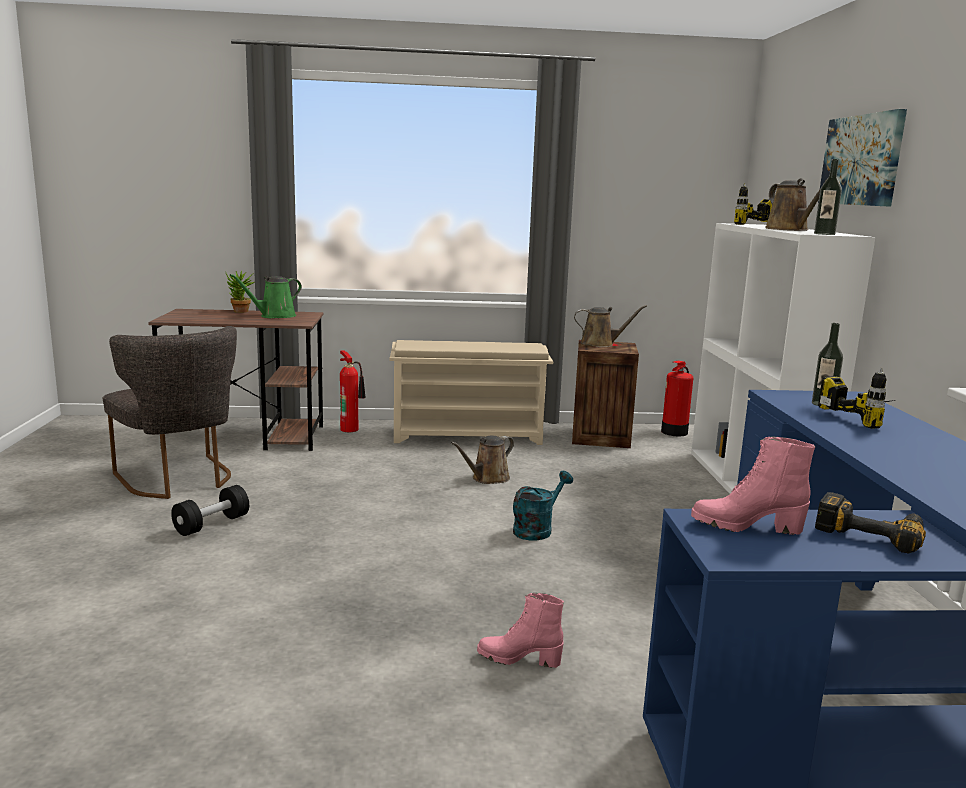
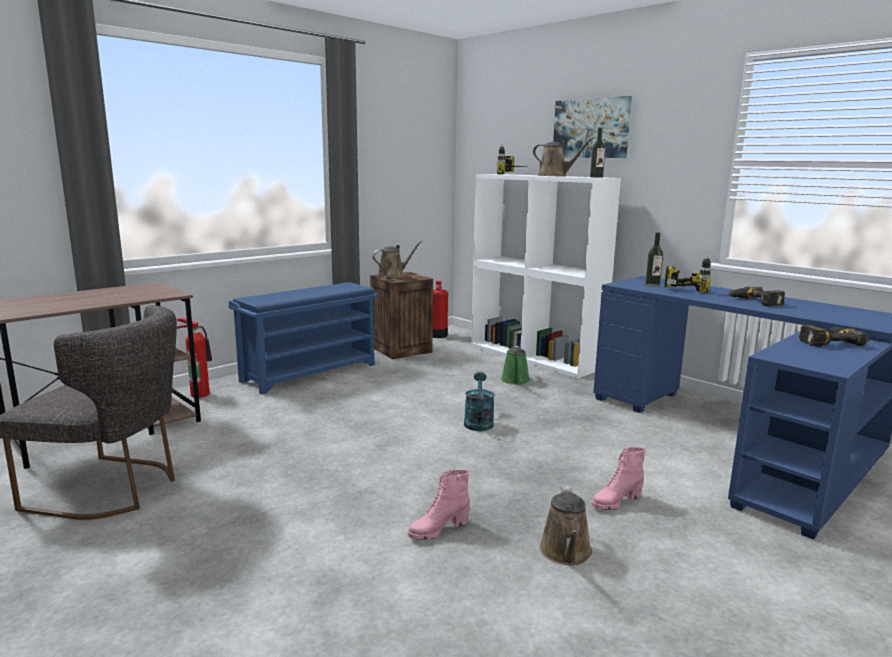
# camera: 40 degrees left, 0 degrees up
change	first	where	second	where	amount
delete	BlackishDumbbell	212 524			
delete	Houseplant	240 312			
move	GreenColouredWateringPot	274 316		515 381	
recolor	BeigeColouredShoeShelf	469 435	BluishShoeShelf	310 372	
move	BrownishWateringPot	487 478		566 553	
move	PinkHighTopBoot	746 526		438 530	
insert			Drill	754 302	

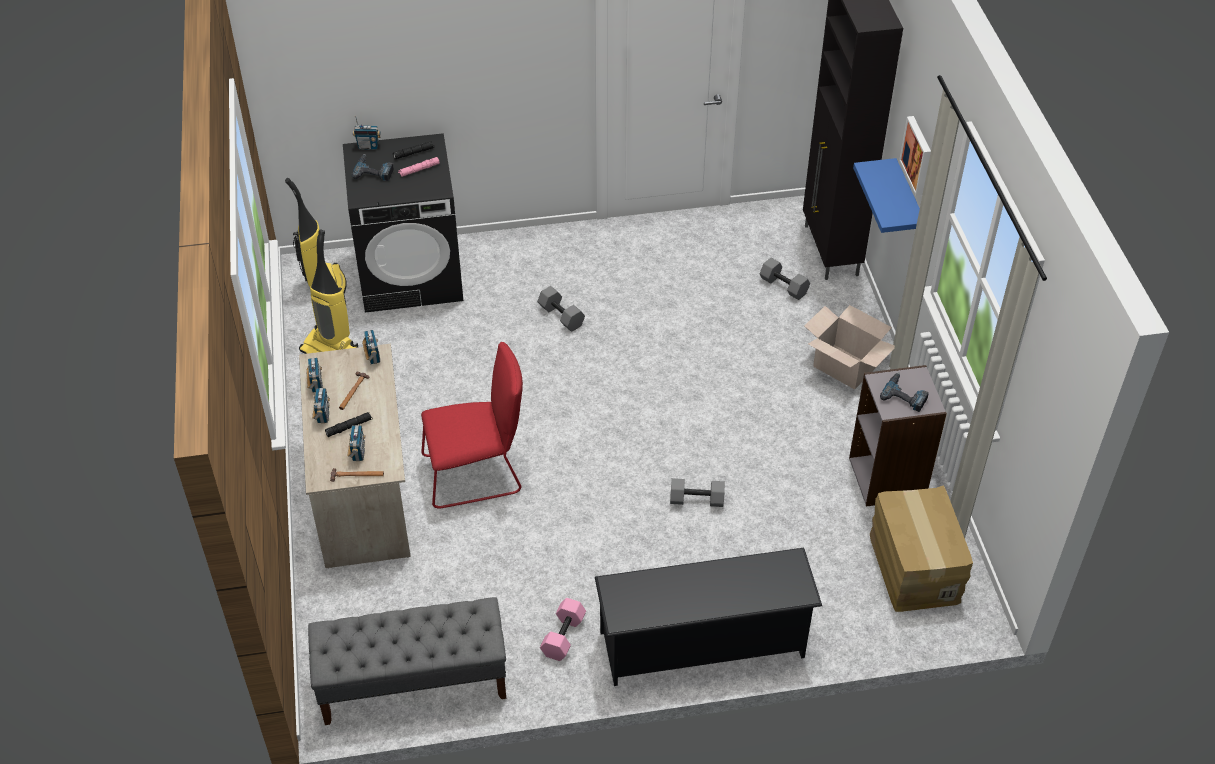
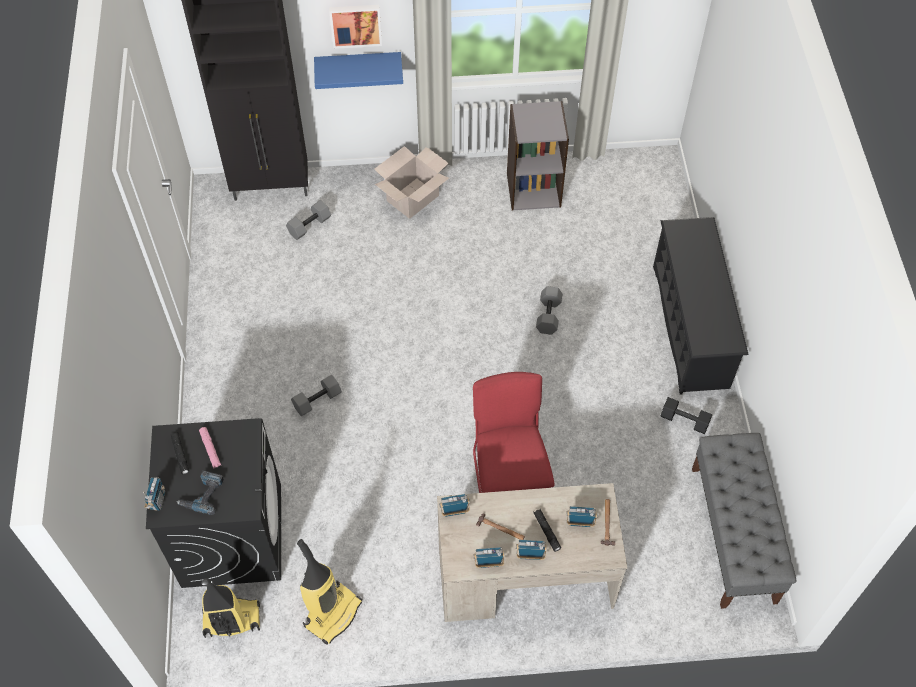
# camera: 85 degrees left, 10 degrees up
change	first	where	second	where	amount
recolor	PinkDumbbell	562 635	BlackishDumbbell	683 421	
delete	PackingBox	913 568			
delete	Drill	905 395			

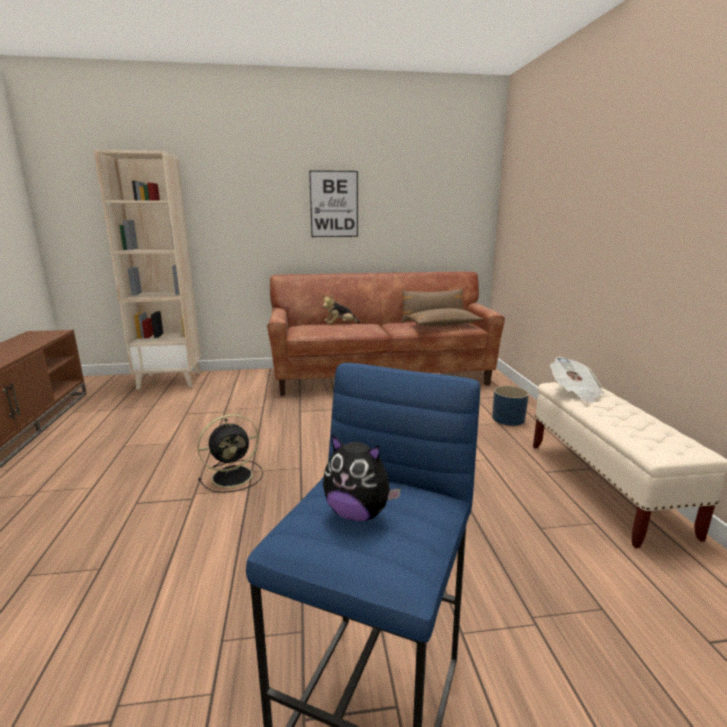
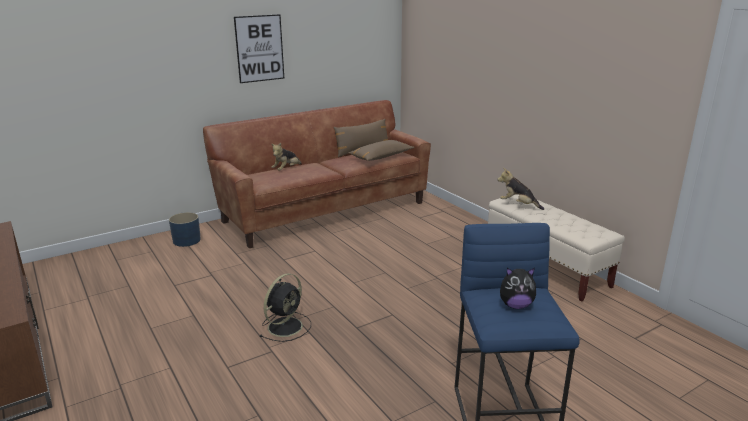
# camera: 25 degrees left, 5 degrees up
change	first	where	second	where	amount
delete	BeigeColouredBookshelf	170 380			
move	BluishPlanter	508 419		186 240	
replace	DailyPaper	574 392	CuddlyToy	518 205	

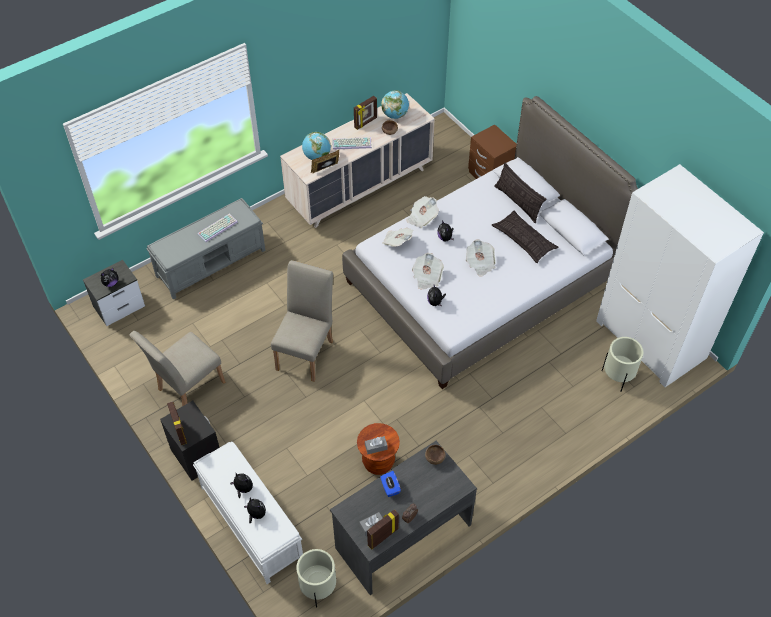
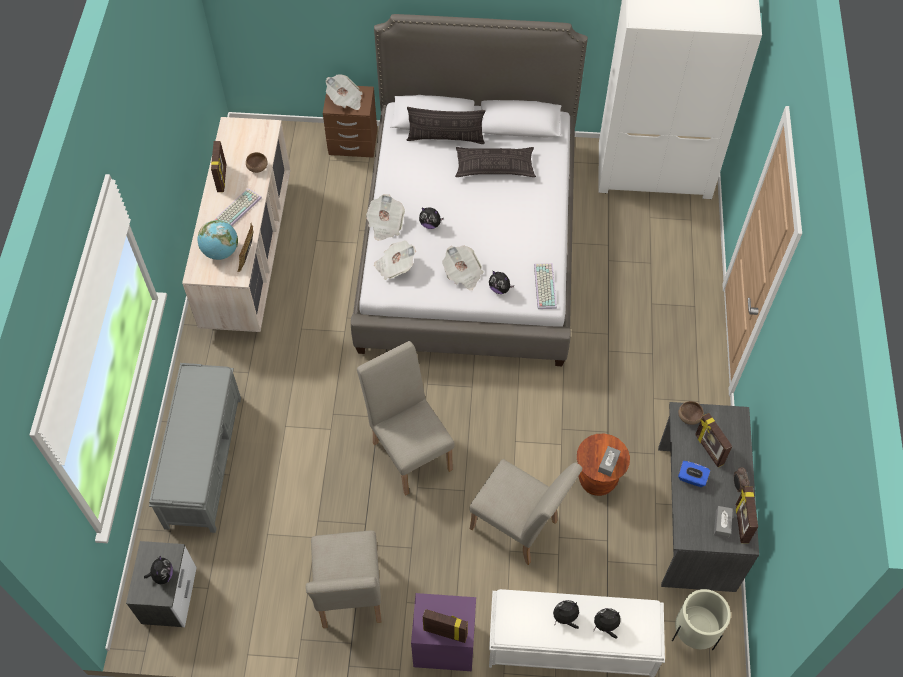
# camera: 50 degrees left, 5 degrees up
change	first	where	second	where	amount
recolor	BlackishNightstand	196 455	PurpleNightstand	444 645	
move	Keyboard	217 227		544 285	
delete	DeskGlobe	395 115			
move	DailyPaper	480 263		345 100	
delete	BeigeColouredPlanter	617 377			
insert			BeigeColouredChair	519 529	
insert			PictureFrame	708 450	

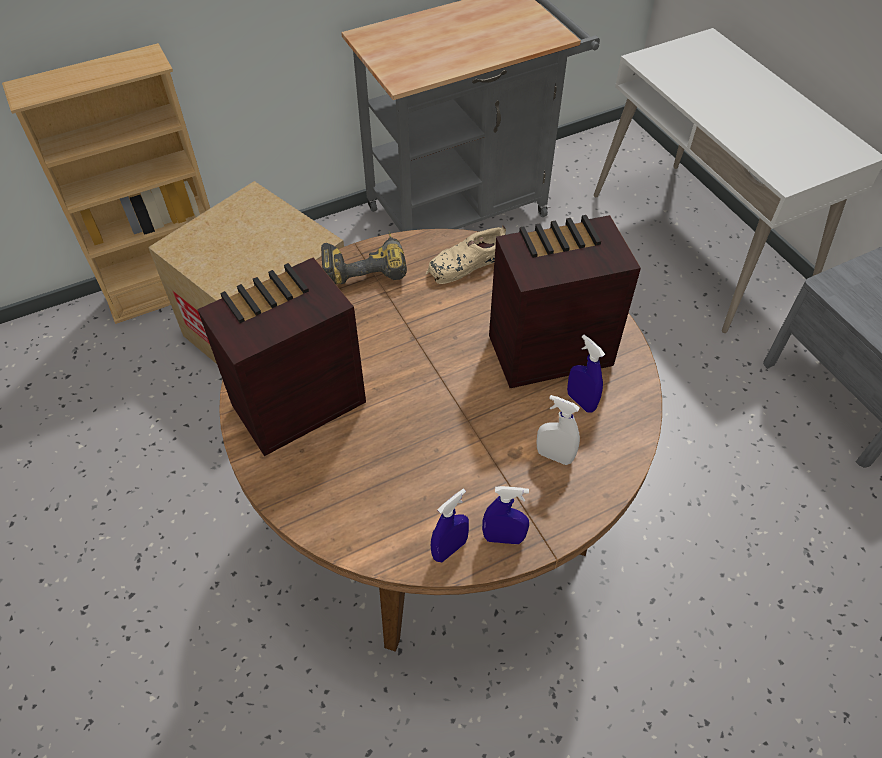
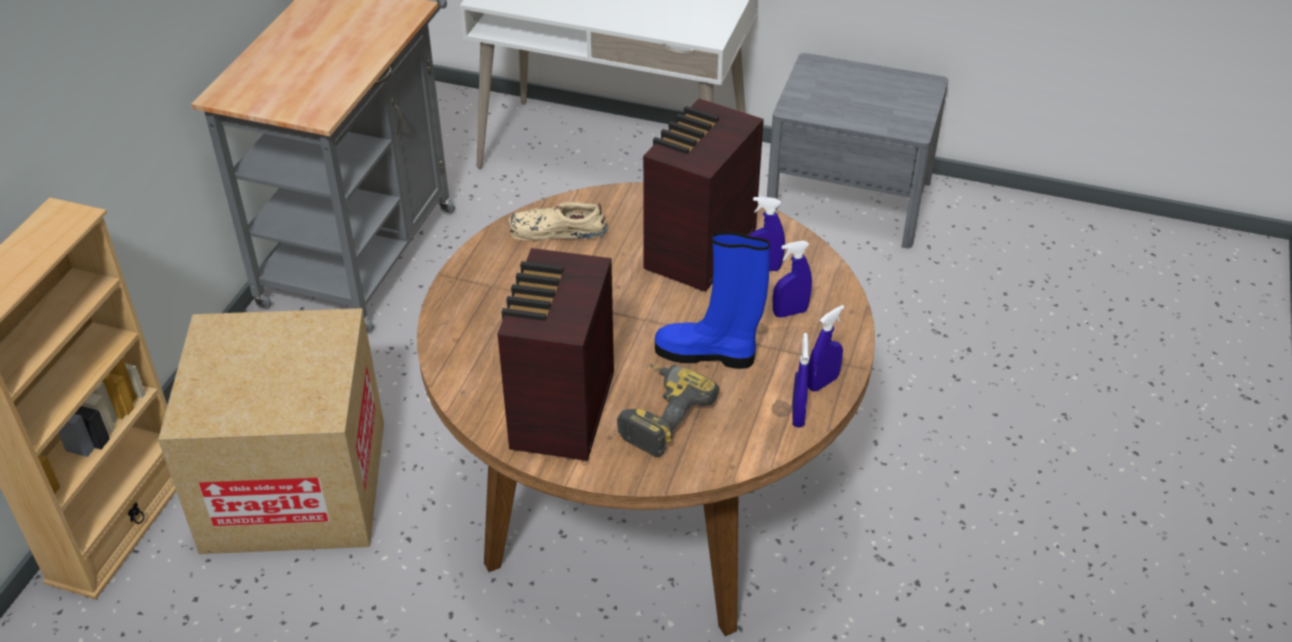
# camera: 45 degrees left, 10 degrees down
change	first	where	second	where	amount
move	Drill	364 266		659 414	
rotate	BeigeColouredShoe	467 263		556 231	75 degrees clockwise
recolor	WhiteColouredSprayer	554 456	BluishSprayer	790 312	
insert			BluishHighTopBoot	708 354	

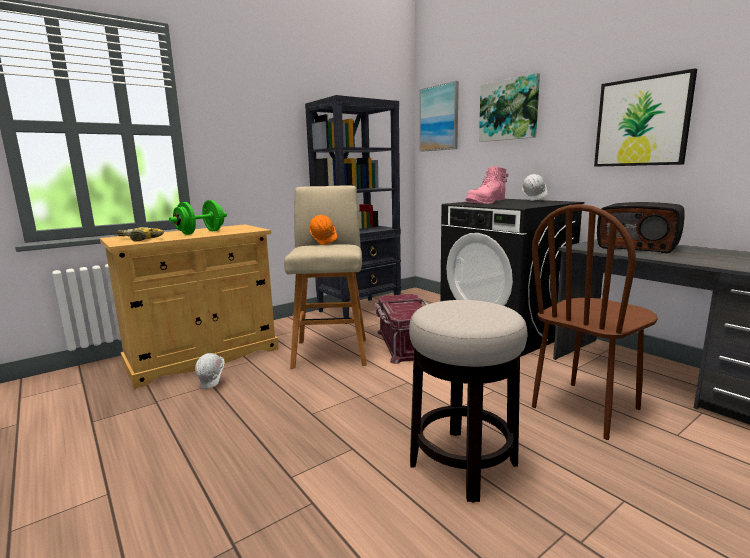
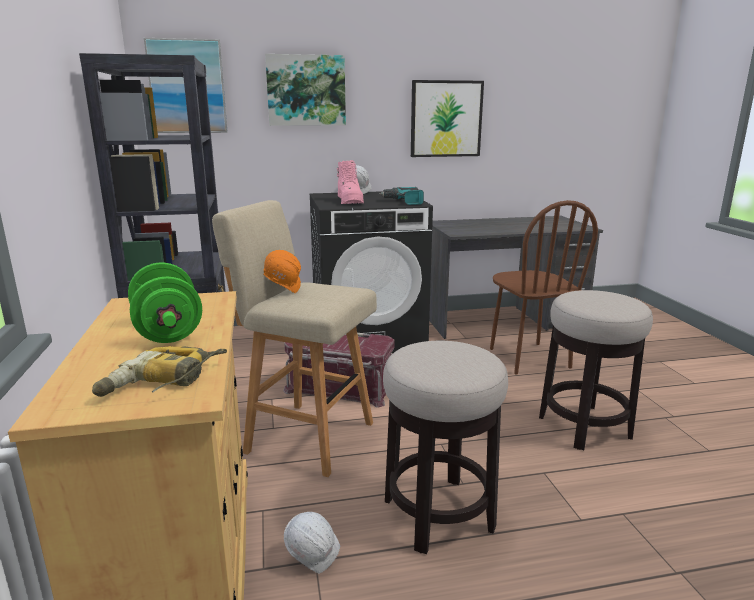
# camera: 65 degrees left, 5 degrees up
change	first	where	second	where	amount
delete	RadioSet	638 247			
insert			Drill	403 202	
insert			StoolSeat	439 514	

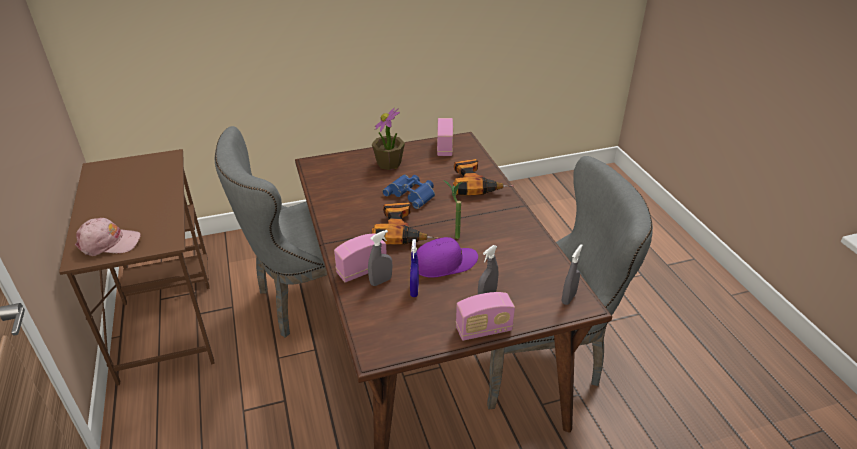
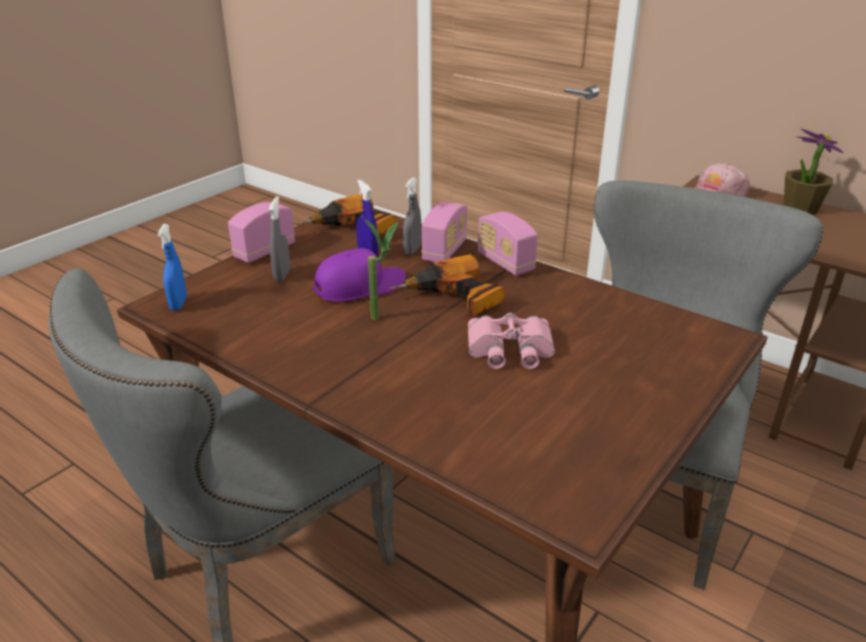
# camera: 145 degrees right, 5 degrees down
change	first	where	second	where	amount
move	Houseplant	389 164		800 208	
recolor	BluishBinoculars	412 194	PinkBinoculars	509 350	
rotate	PurpleCap	445 263		360 286	150 degrees counterclockwise
move	RadioSet	445 148		505 263	
move	Drill	476 184		353 230	
recolor	GreyishSprayer	568 298	BluishSprayer	178 304	

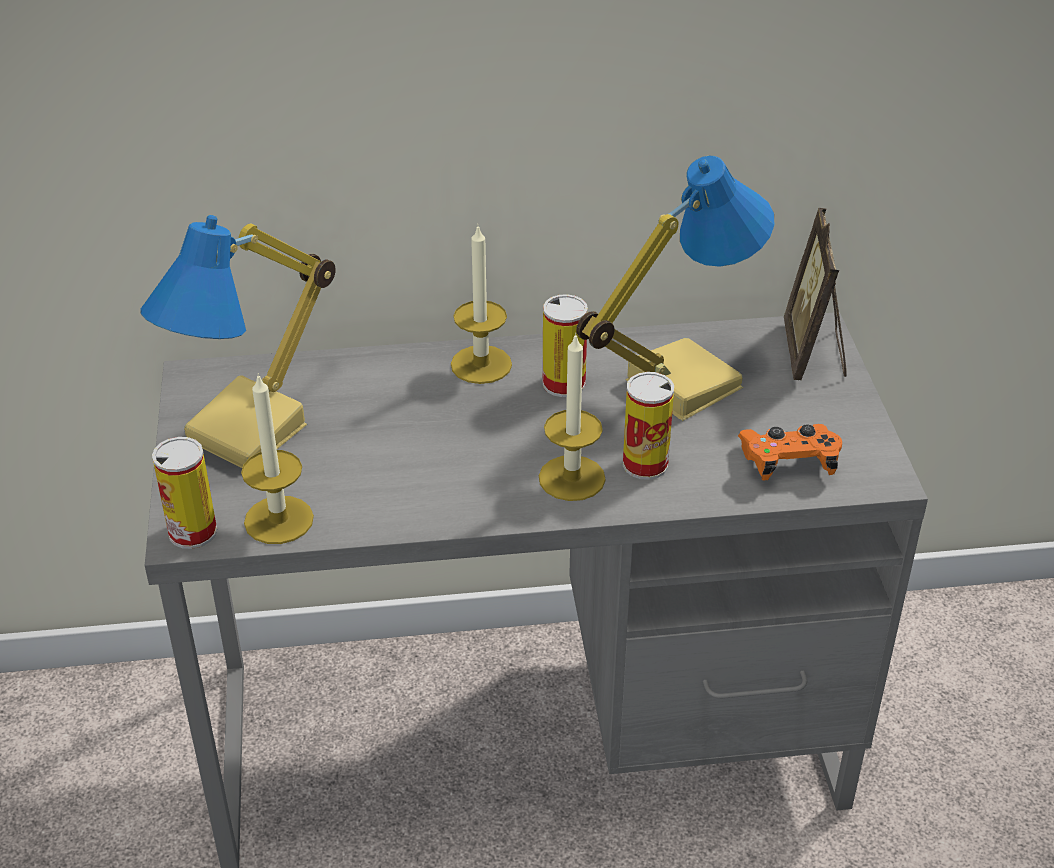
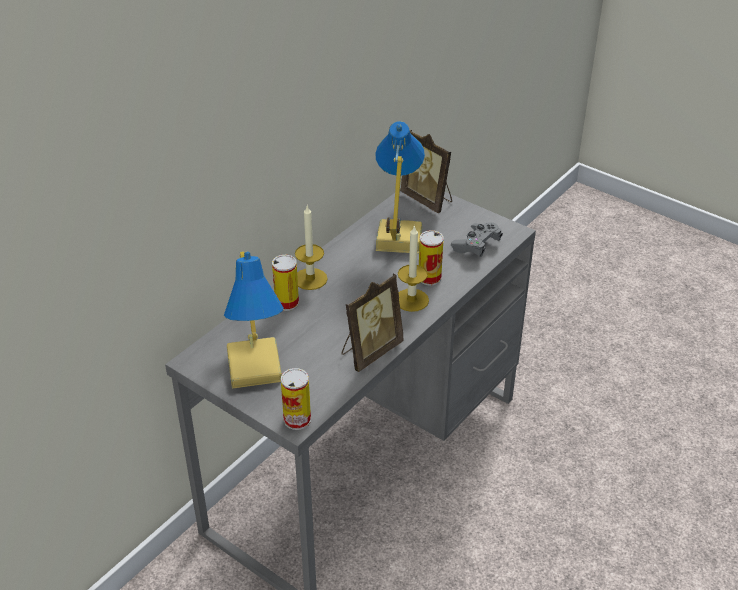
# camera: 45 degrees left, 0 degrees up
change	first	where	second	where	amount
delete	Candle	279 520			
move	MetalCan	563 383		287 303	
recolor	OrangeGameController	788 463	GreyishGameController	476 246	
insert			PictureFrame	370 351	

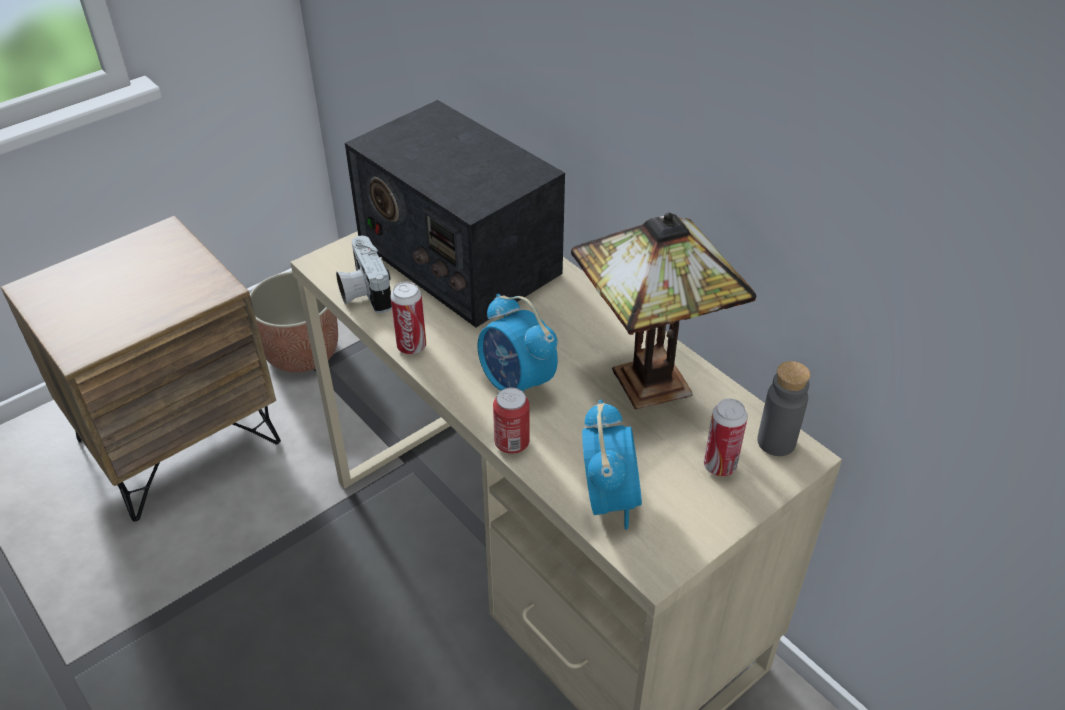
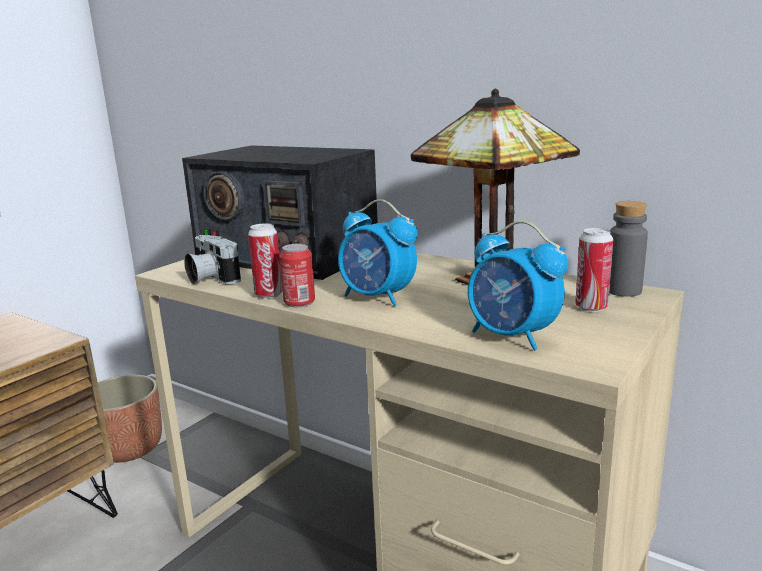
# camera: 15 degrees left, 25 degrees down
change	first	where	second	where	amount
move	MetalCan	512 442		299 303	
rotate	BedsideClock	609 498		512 337	150 degrees clockwise

